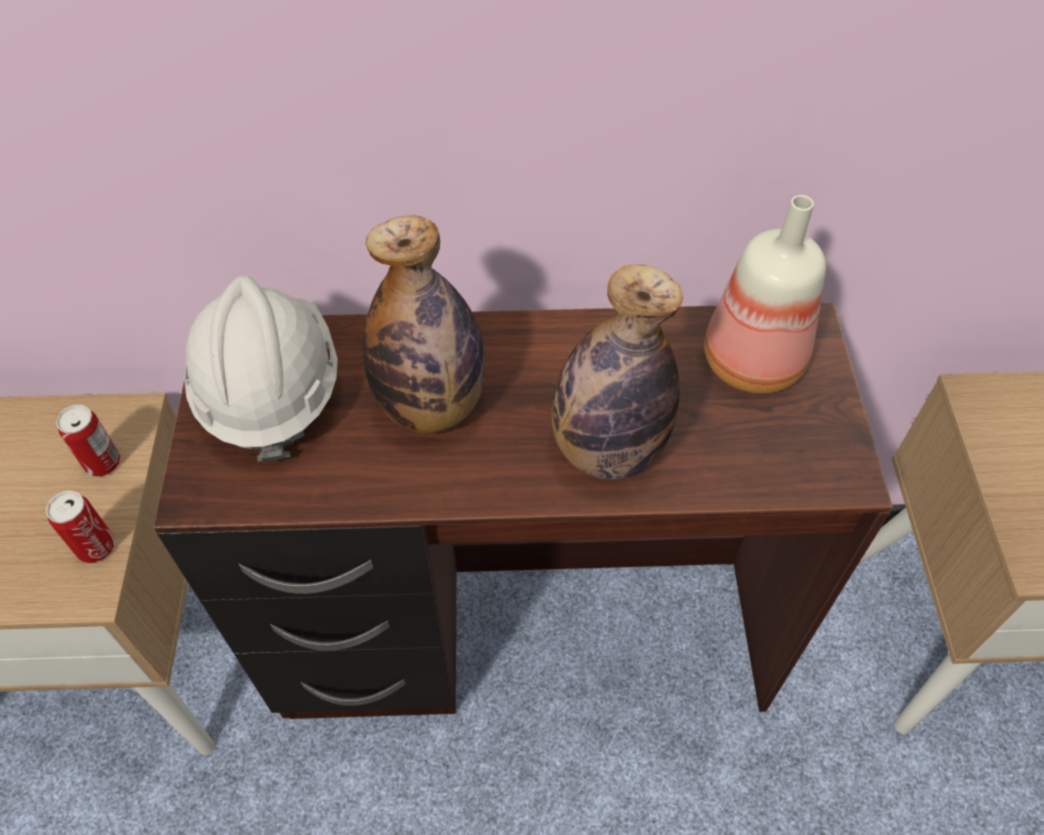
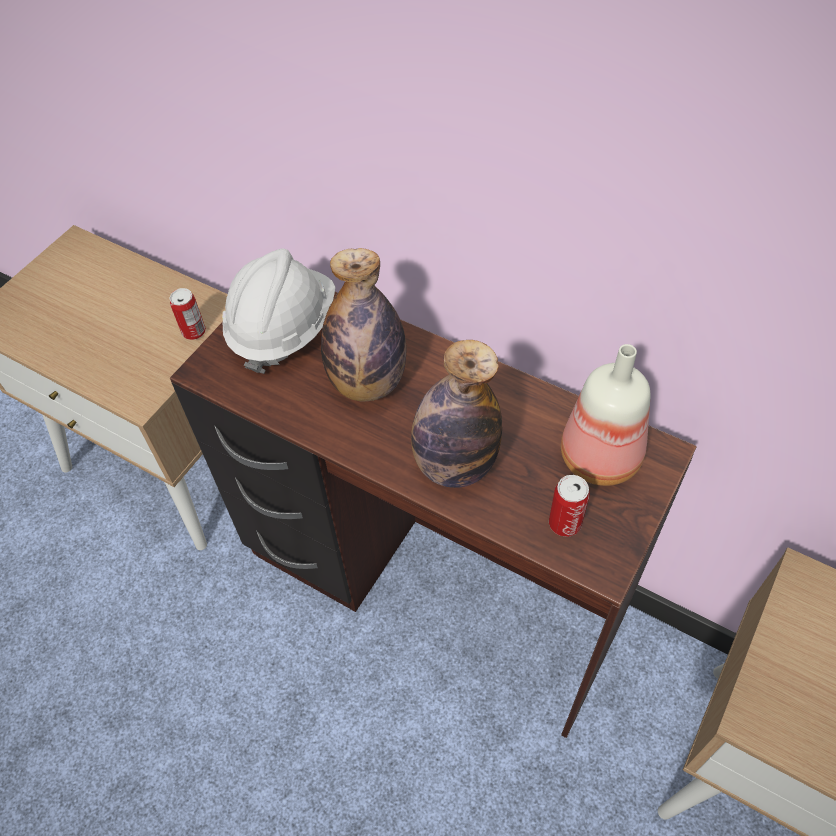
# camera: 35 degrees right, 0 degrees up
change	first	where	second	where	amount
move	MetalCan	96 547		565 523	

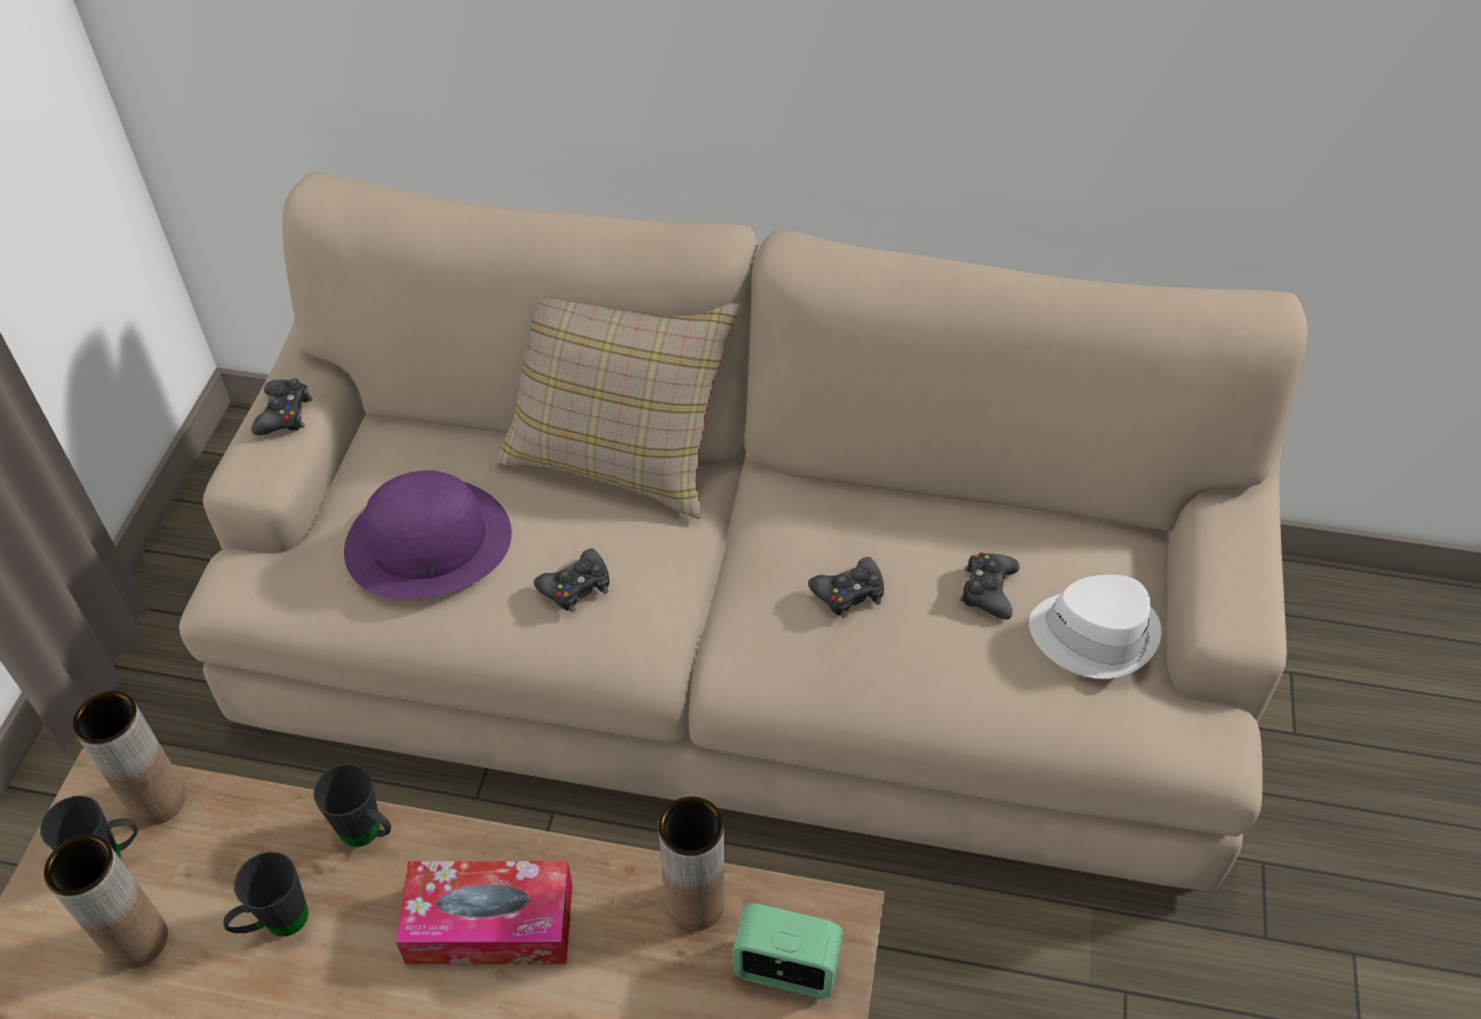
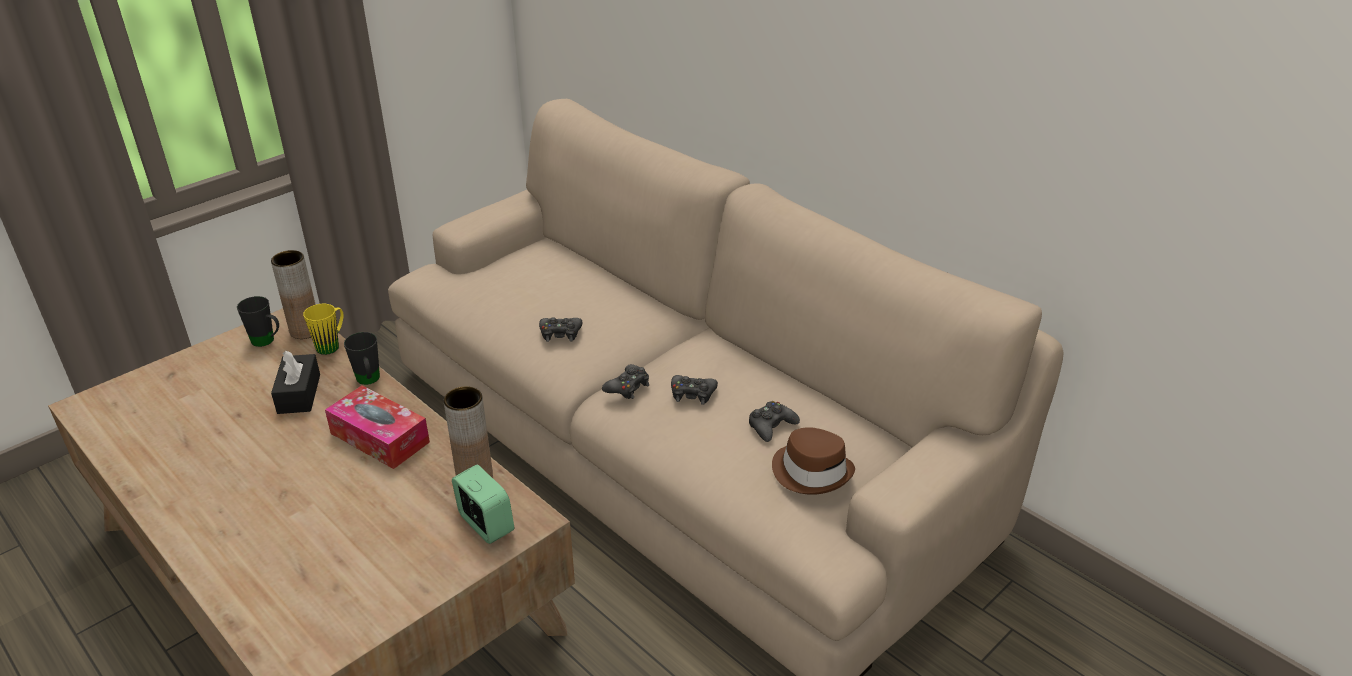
# camera: 35 degrees right, 15 degrees down
change	first	where	second	where	amount
delete	BrownishDecorativeVase	137 940			
replace	BlackishTeaMug	276 924	BlackishBoxOfTissues	299 394	
move	BlackishGameController	284 414		627 387	
delete	PurpleClothingHat	429 540			
delete	BeigeColouredCushion	619 452			
recolor	WhiteColouredClothingHat	1094 633	BrownishClothingHat	812 471	
insert			YellowColouredTeaMug	332 345	

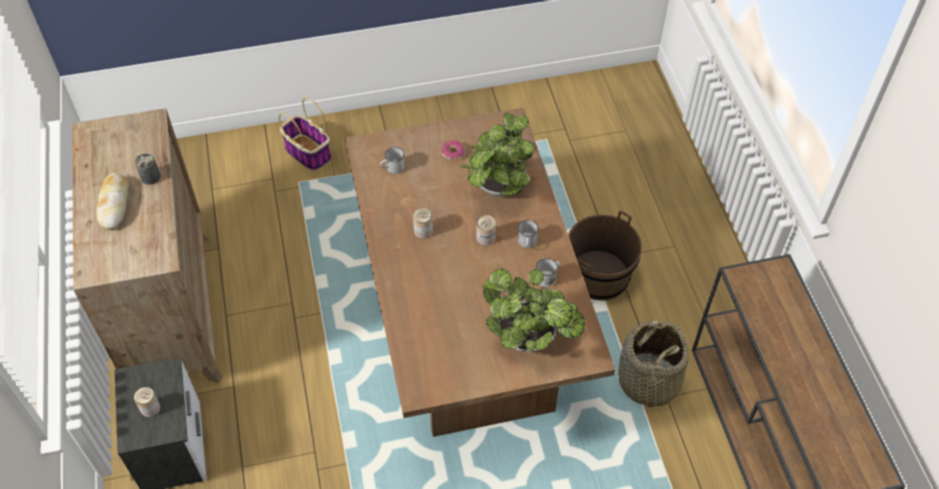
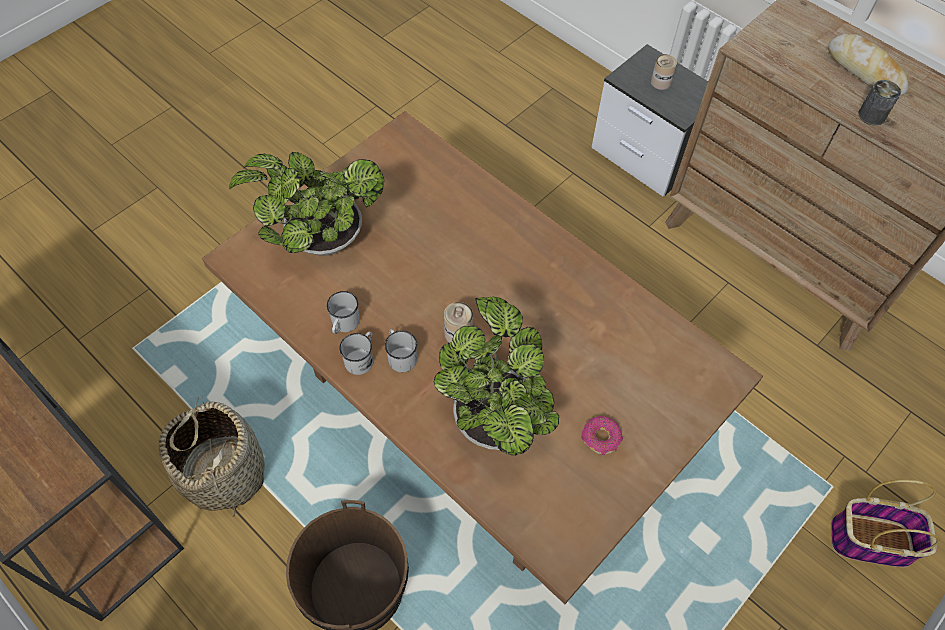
# camera: 145 degrees right, 5 degrees up
change	first	where	second	where	amount
move	WhiteColouredTeaMug	392 168		361 358	
delete	MetalCan	423 231			

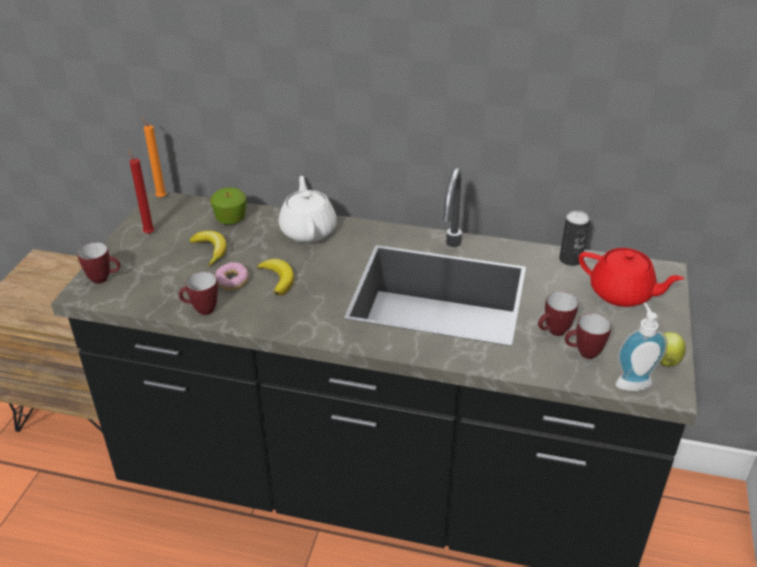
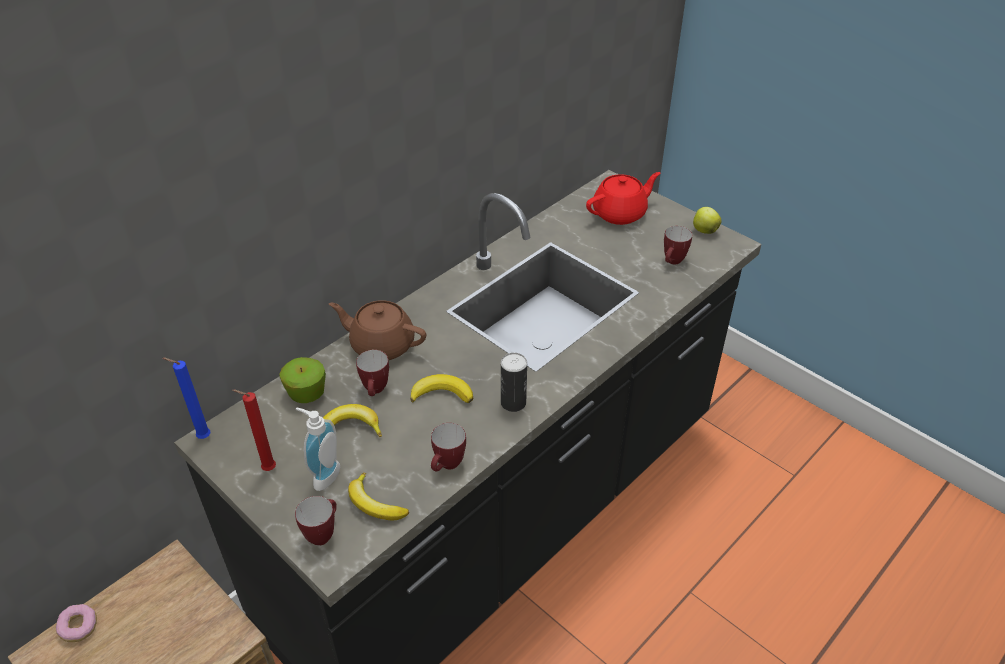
# camera: 60 degrees left, 5 degrees up
change	first	where	second	where	amount
recolor	OrangeCandle	160 197	BluishCandle	202 437	
move	Donut	232 282		79 627	
recolor	WhiteColouredPotForTea	308 230	BrownishPotForTea	381 344	
move	TeaMug	553 333		376 391	
move	MetalCan	570 259		513 403	
move	LiquidSoapBottle	632 381		323 475	
insert			WholeBanana	374 504	

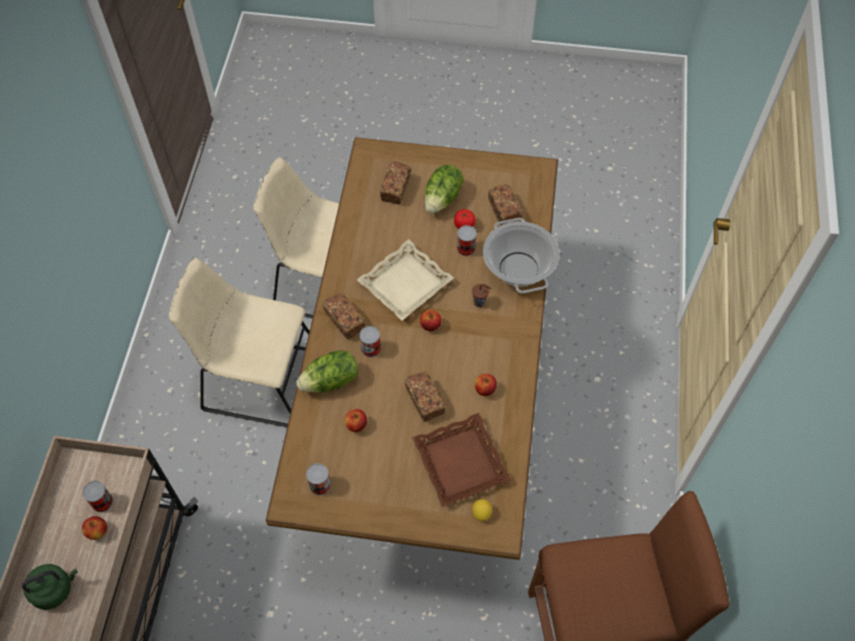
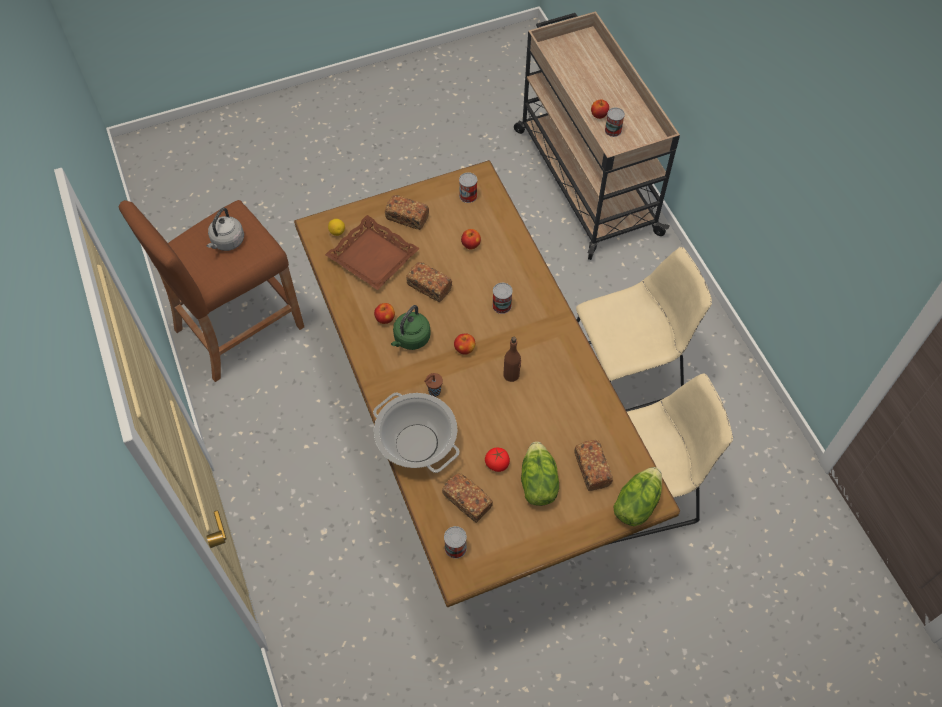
# camera: 150 degrees right, 0 degrees up
change	first	where	second	where	amount
move	GreenColouredKettle	54 589		411 339	
move	LettuceHead	331 381		635 504	
move	BakedBread	345 321		407 218	
replace	BeigeColouredCarryingTray	406 284	BrownishBeverageBottle	511 375	
move	MetalCan	466 248		455 548	
insert			GreyishKettle	227 242	

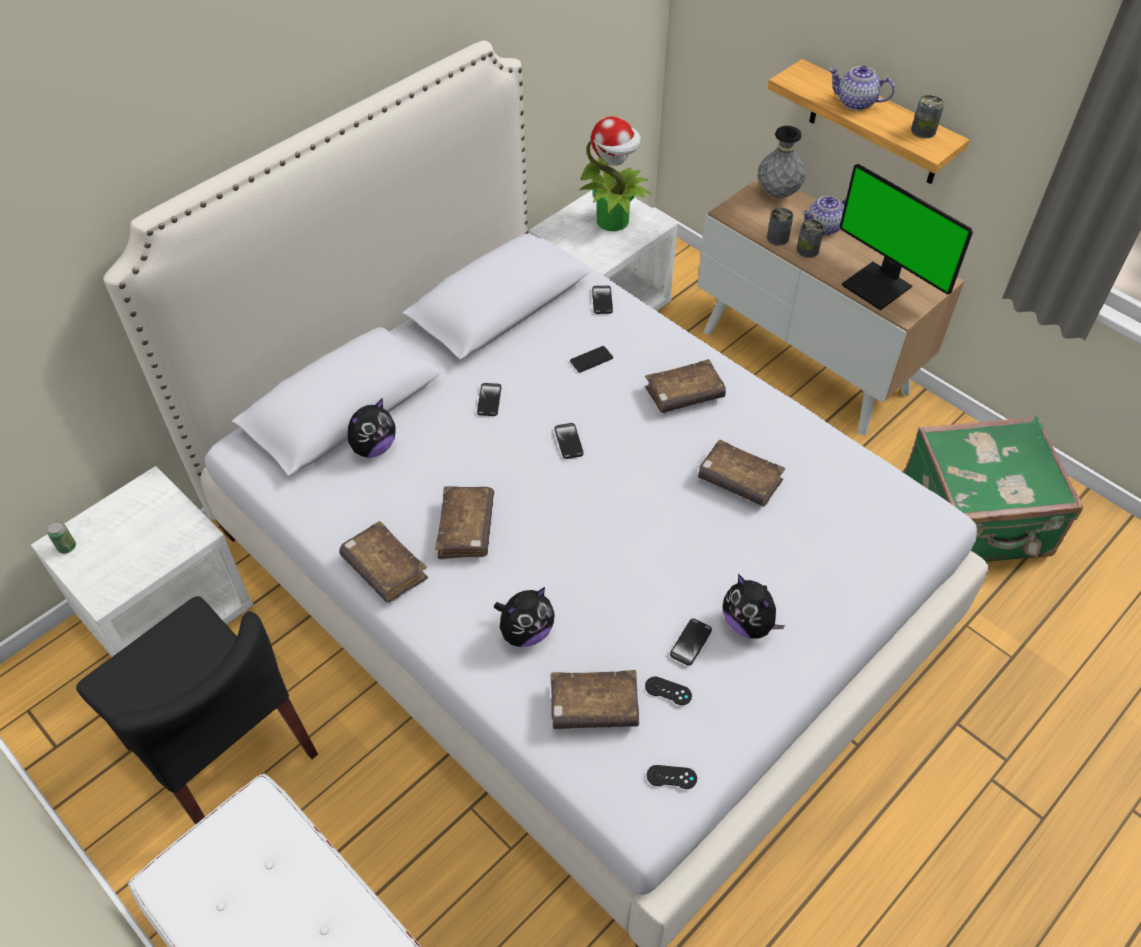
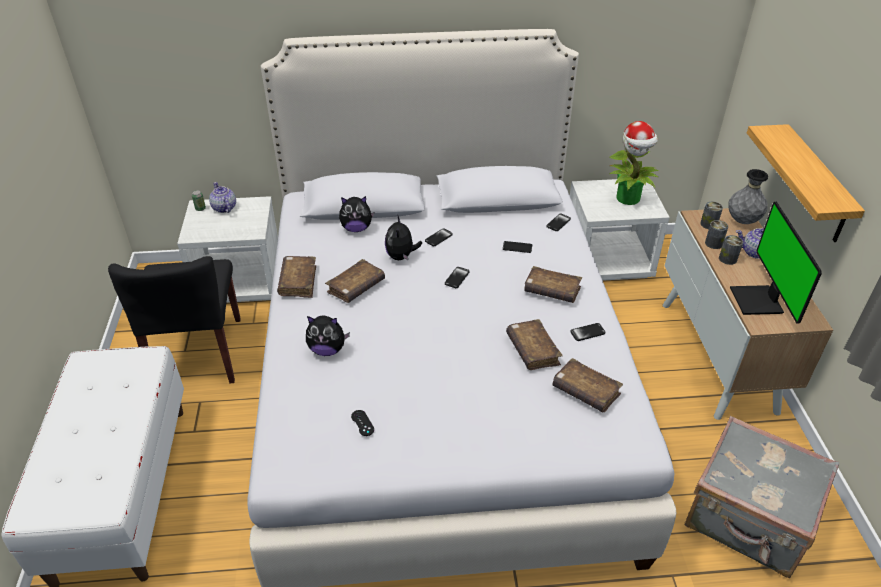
# camera: 40 degrees right, 10 degrees down
change	first	where	second	where	amount
move	BrownishBoundBook	594 706		585 391	
delete	BlackishGameController	671 777			
move	Phone	690 642		587 332	
move	CuddlyToy	748 624		401 256	
move	PotForTea	856 103		224 208	
recolor	GreenColouredTravelCase	975 522	GreyishTravelCase	748 519	
move	MetalCan	923 131		708 224	

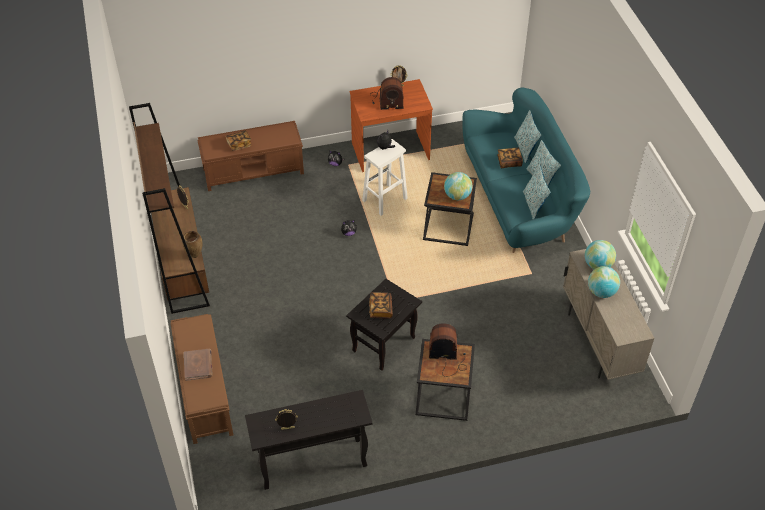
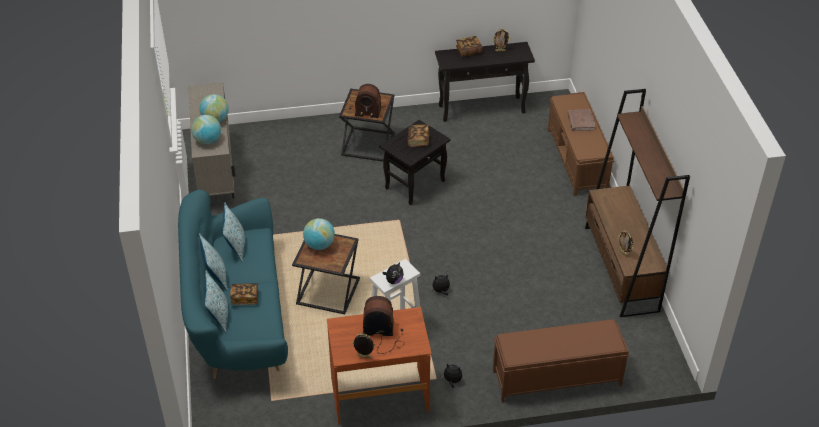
# camera: 175 degrees left, 5 degrees down
change	first	where	second	where	amount
delete	BrownishDecorativeVase	195 256			
move	BoundBook	239 145		468 51	

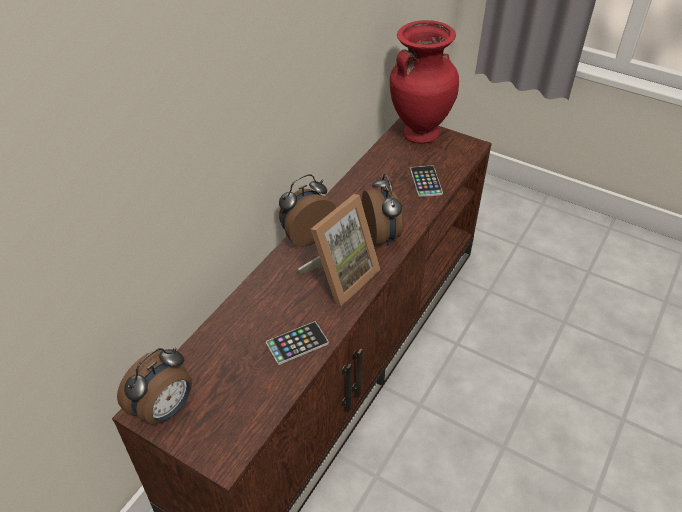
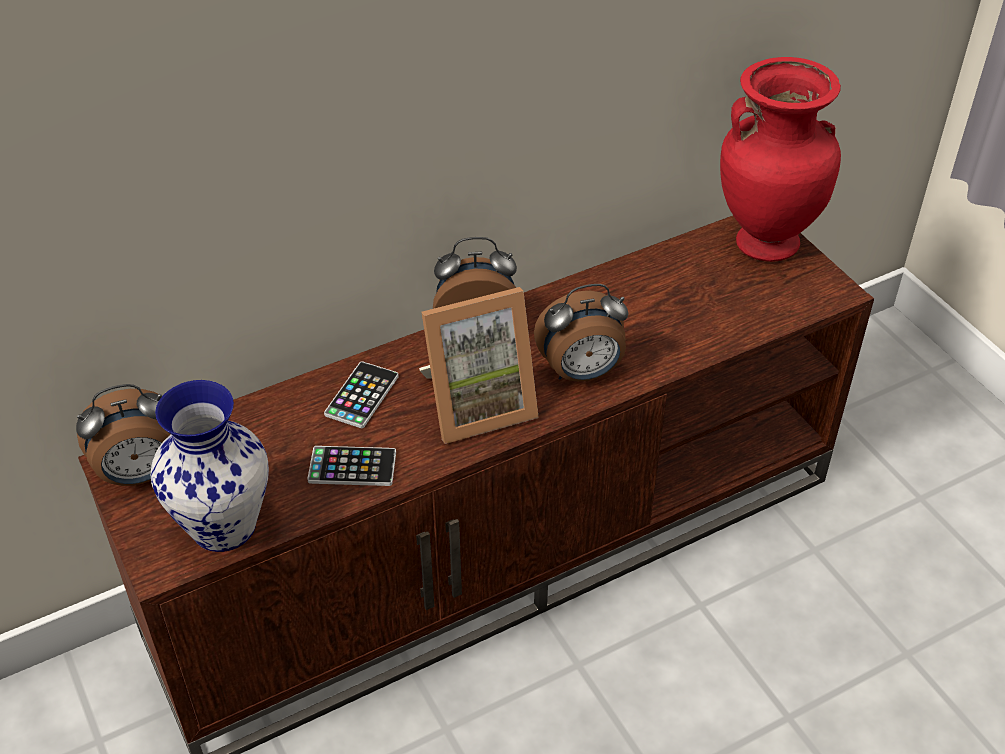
# camera: 30 degrees right, 0 degrees up
change	first	where	second	where	amount
rotate	BedsideClock	382 236		581 373	60 degrees clockwise
move	Phone	426 182		362 395	
insert			DecorativeVase	224 528	

